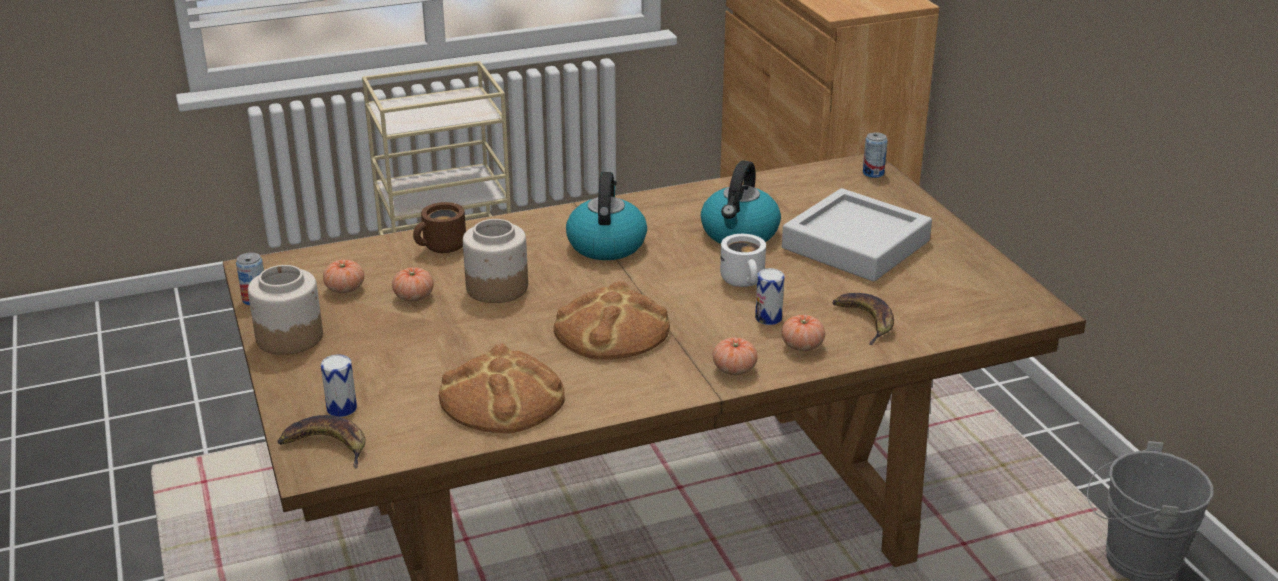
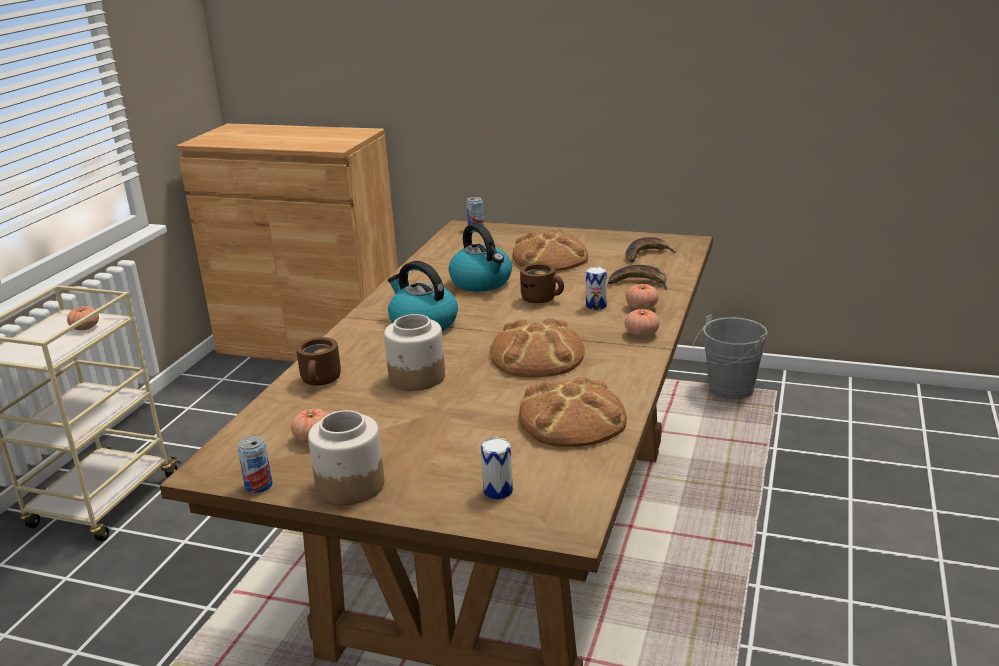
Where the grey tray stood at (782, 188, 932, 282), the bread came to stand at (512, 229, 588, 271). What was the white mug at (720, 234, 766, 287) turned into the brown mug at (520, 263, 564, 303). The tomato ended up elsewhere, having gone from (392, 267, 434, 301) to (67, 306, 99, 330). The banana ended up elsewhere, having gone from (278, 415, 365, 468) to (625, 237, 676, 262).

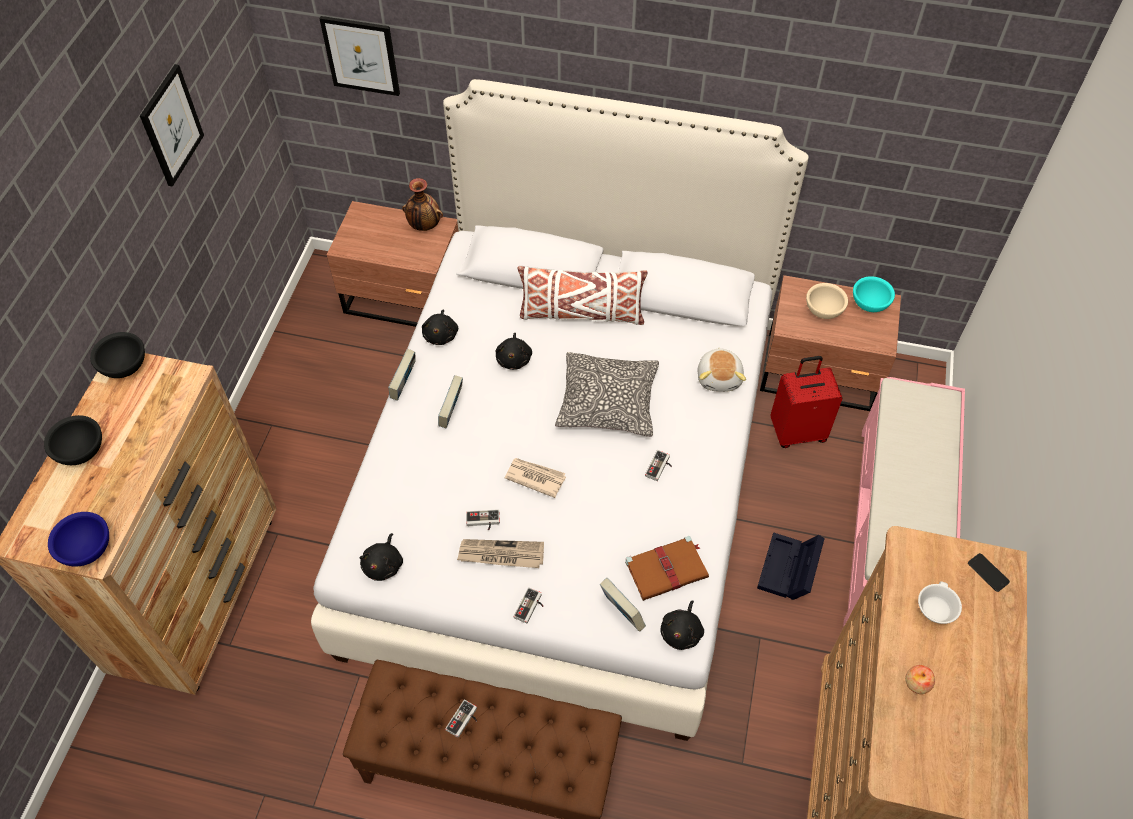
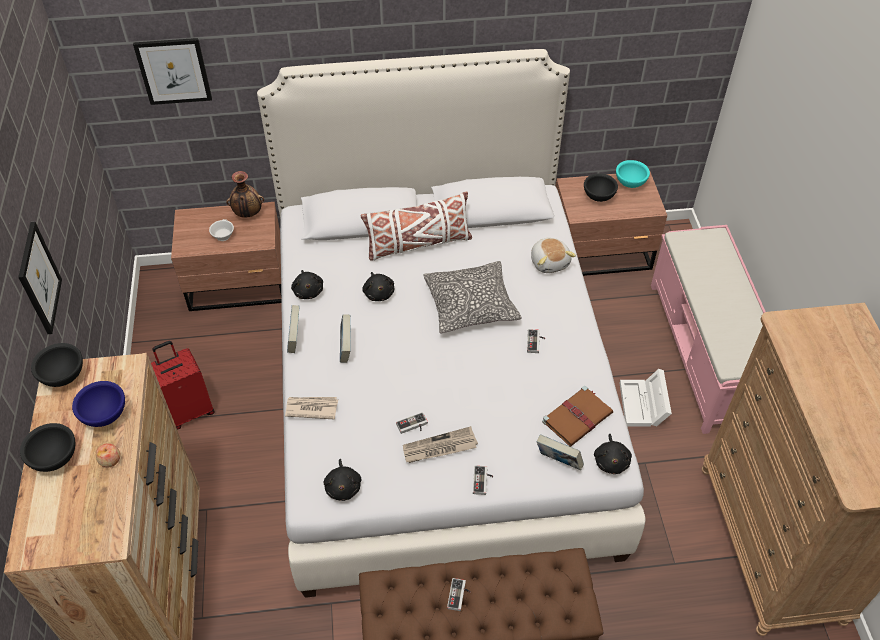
The picture ended up elsewhere, having gone from (140, 64, 204, 187) to (18, 222, 62, 334). What was the beige bowl at (806, 283, 848, 319) turned into the black bowl at (584, 173, 618, 202). The red suitcase ended up elsewhere, having gone from (770, 356, 843, 448) to (151, 341, 215, 430). The newspaper ended up elsewhere, having gone from (504, 458, 566, 498) to (285, 397, 338, 420). The blue bowl ended up elsewhere, having gone from (48, 512, 109, 567) to (72, 381, 125, 427). What was the black storage box at (757, 532, 825, 600) turned into the white storage box at (619, 369, 672, 427). The second view lost the phone at (968, 553, 1010, 592). The white cup ended up elsewhere, having gone from (918, 581, 962, 624) to (209, 219, 234, 241). The apple ended up elsewhere, having gone from (905, 665, 935, 694) to (96, 443, 120, 467).

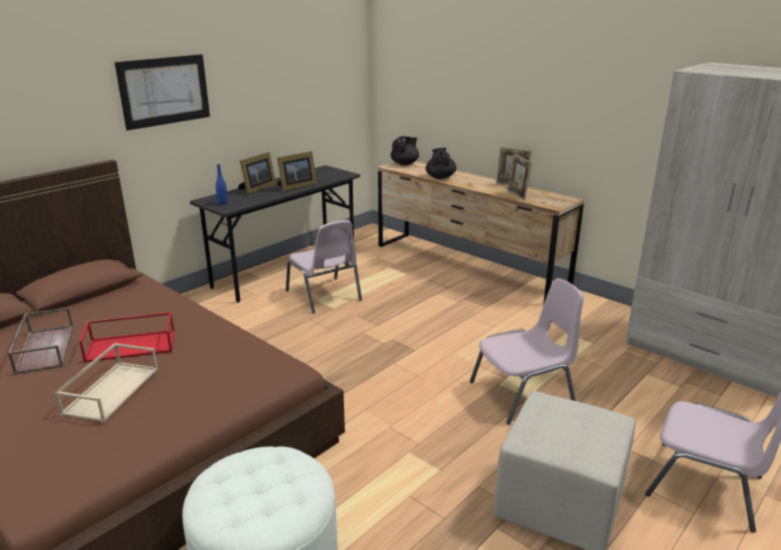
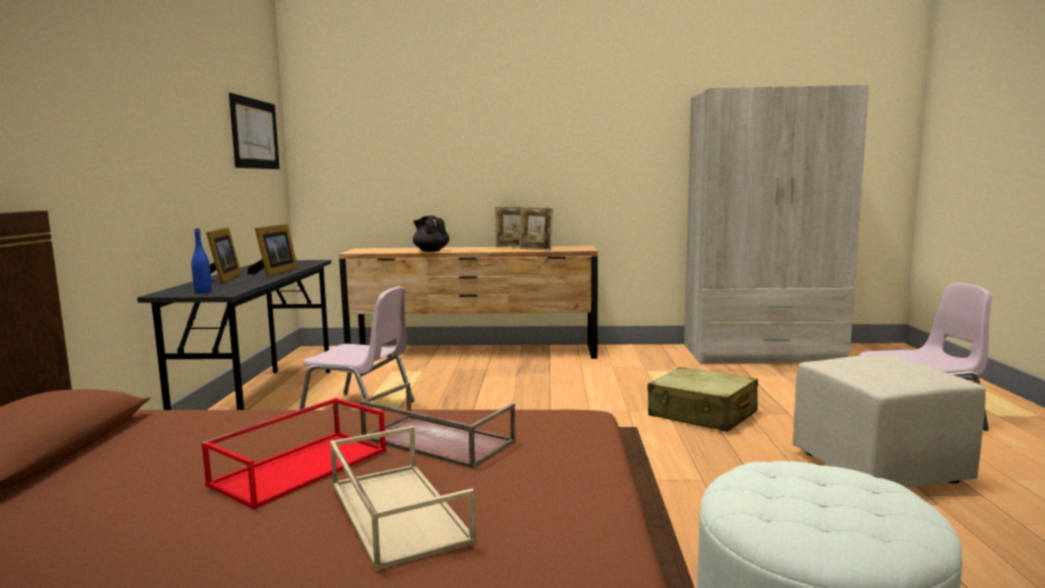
The picture ended up elsewhere, having gone from (115, 54, 210, 130) to (229, 93, 280, 169). The second view lost the black teapot at (391, 136, 419, 165). Where the pink chair stood at (470, 278, 584, 425), the beige suitcase came to stand at (648, 367, 758, 432). The brown tray ended up elsewhere, having gone from (8, 308, 74, 374) to (359, 383, 516, 469).

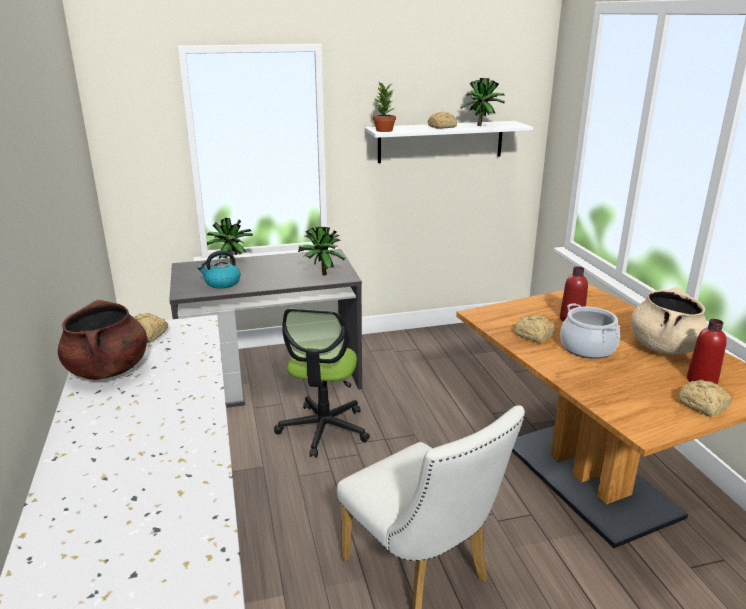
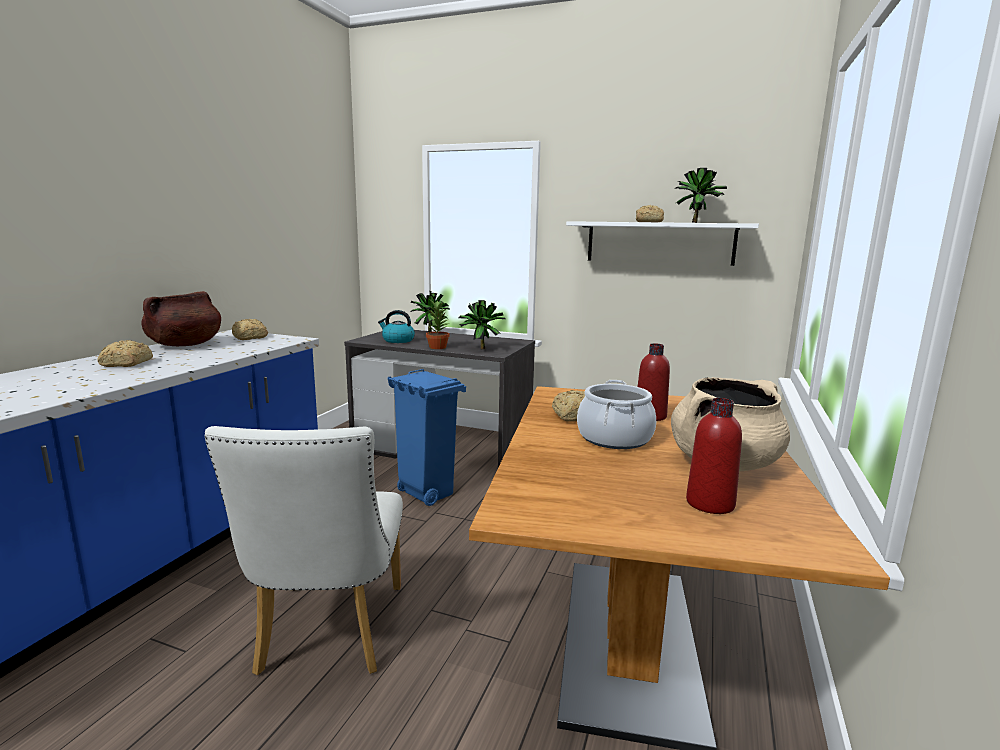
The potted plant ended up elsewhere, having gone from (373, 82, 396, 132) to (426, 301, 449, 349). Where the office chair stood at (274, 309, 370, 458), the blue trash can came to stand at (387, 369, 466, 506). The bread ended up elsewhere, having gone from (678, 380, 732, 416) to (97, 340, 153, 367).

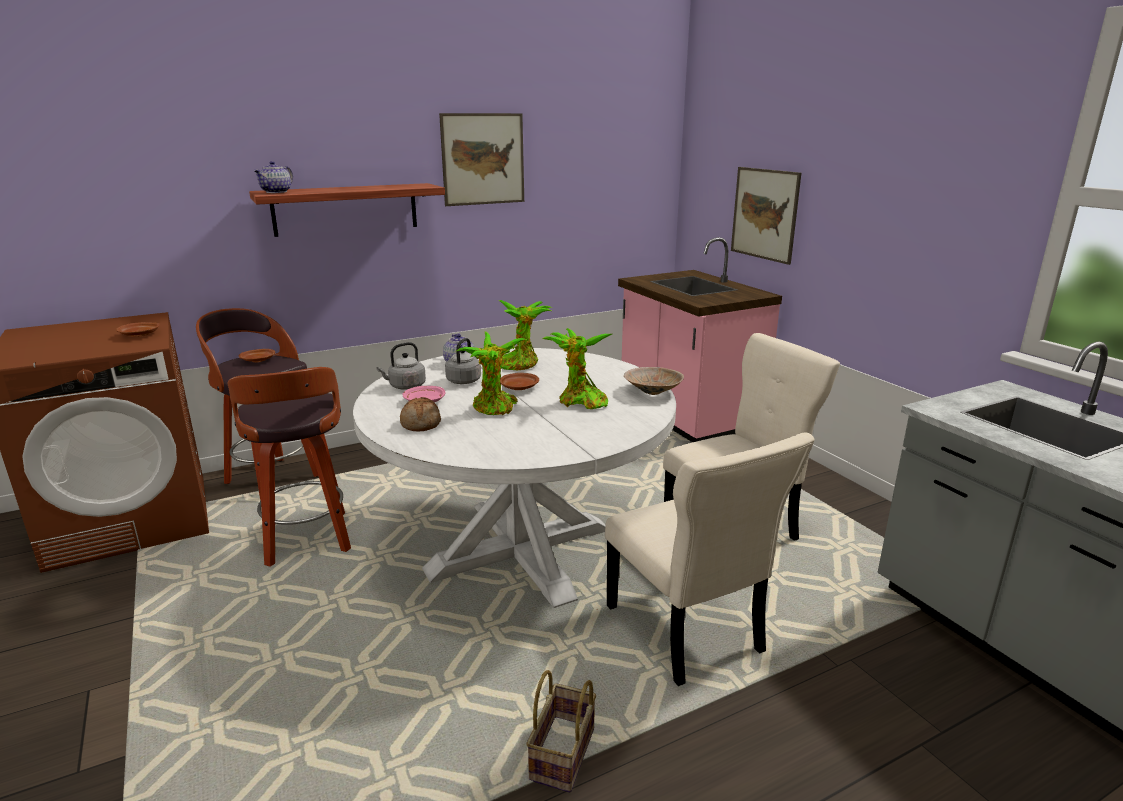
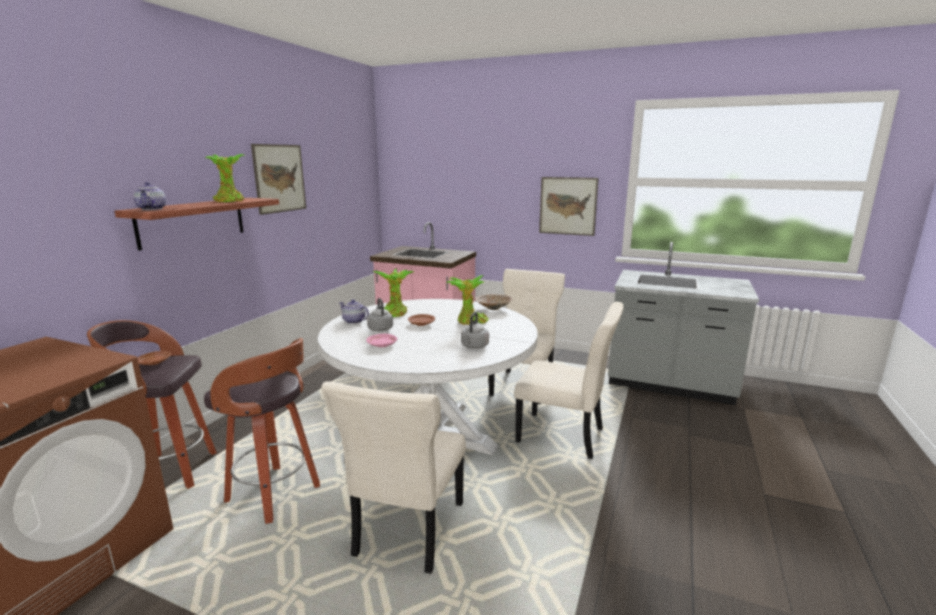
The picture ended up elsewhere, having gone from (731, 167, 801, 265) to (539, 177, 599, 236). The second view lost the brown plate at (116, 322, 160, 337). The potted plant ended up elsewhere, having gone from (457, 332, 528, 415) to (205, 154, 244, 202). The grey kettle ended up elsewhere, having gone from (377, 342, 426, 390) to (461, 312, 489, 349). The second view lost the bread at (400, 397, 441, 431). The second view lost the basket at (526, 670, 596, 792). The second view gained the beige chair at (321, 381, 466, 574).

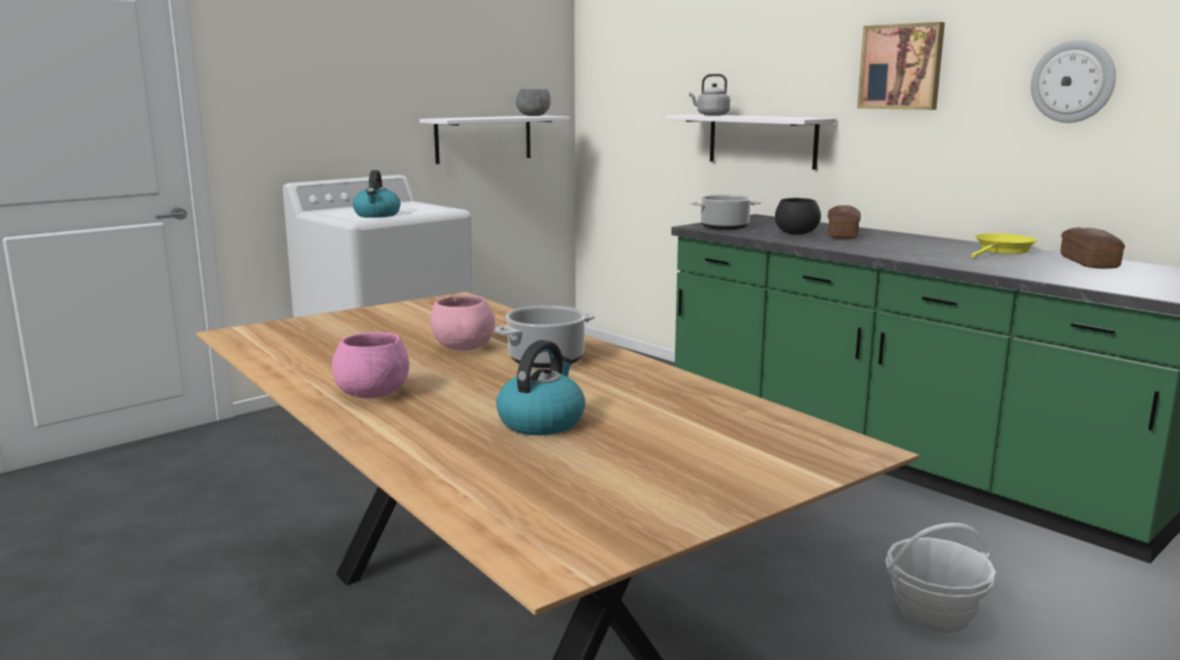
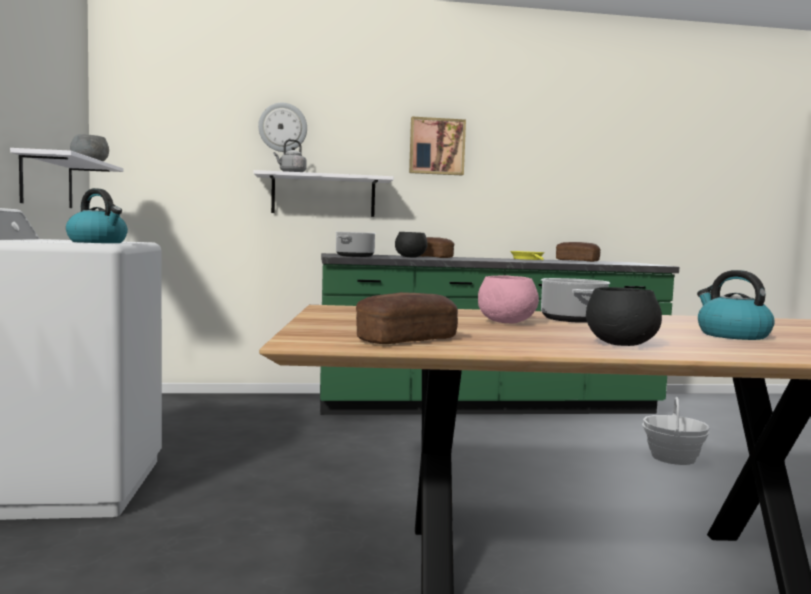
The wall clock ended up elsewhere, having gone from (1031, 40, 1116, 123) to (258, 103, 307, 152). What was the pink bowl at (332, 332, 409, 398) turned into the black bowl at (586, 287, 662, 346). The second view gained the bread at (356, 292, 458, 344).

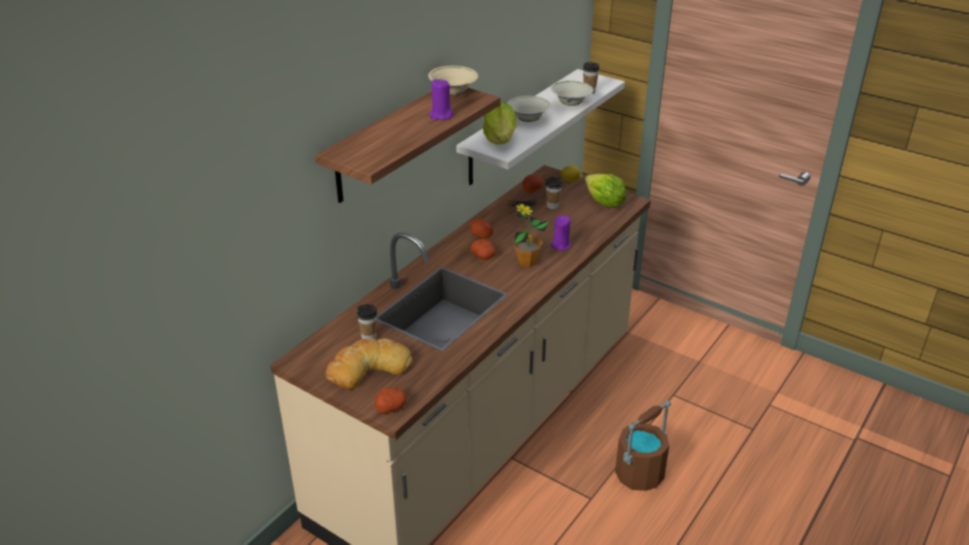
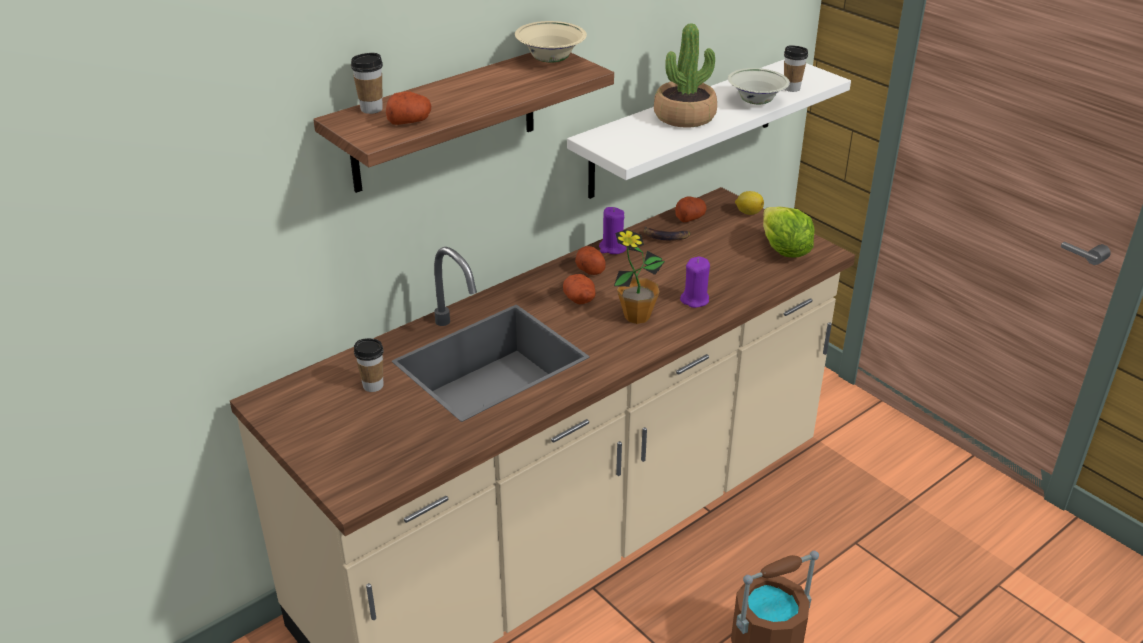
The purple candle ended up elsewhere, having gone from (429, 79, 453, 120) to (599, 207, 626, 254). Where the white bowl stood at (507, 96, 551, 122), the potted plant came to stand at (654, 23, 717, 128). The second view lost the lettuce at (483, 102, 517, 144). The cup ended up elsewhere, having gone from (545, 177, 562, 209) to (351, 53, 383, 114). The second view lost the bread at (326, 338, 413, 390). The potato ended up elsewhere, having gone from (375, 387, 406, 414) to (386, 91, 431, 125).

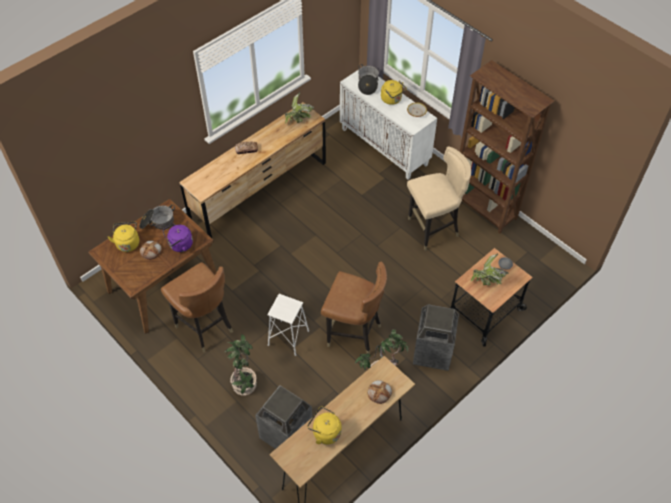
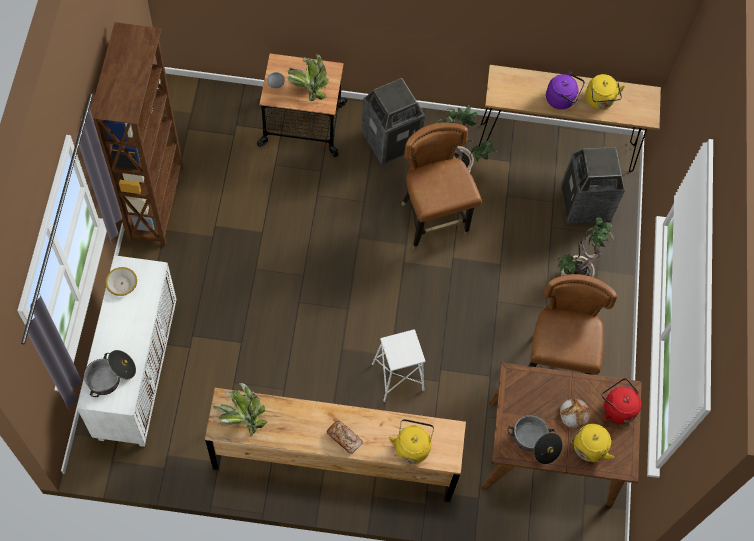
The yellow kettle ended up elsewhere, having gone from (381, 80, 407, 105) to (389, 419, 434, 464). The second view lost the beige chair at (407, 146, 471, 251). The purple kettle ended up elsewhere, having gone from (163, 224, 193, 252) to (546, 71, 585, 110). The white stool ended up elsewhere, having gone from (267, 294, 309, 356) to (372, 329, 426, 402). The second view lost the bread at (367, 380, 392, 404). The second view gained the red kettle at (601, 378, 641, 424).

